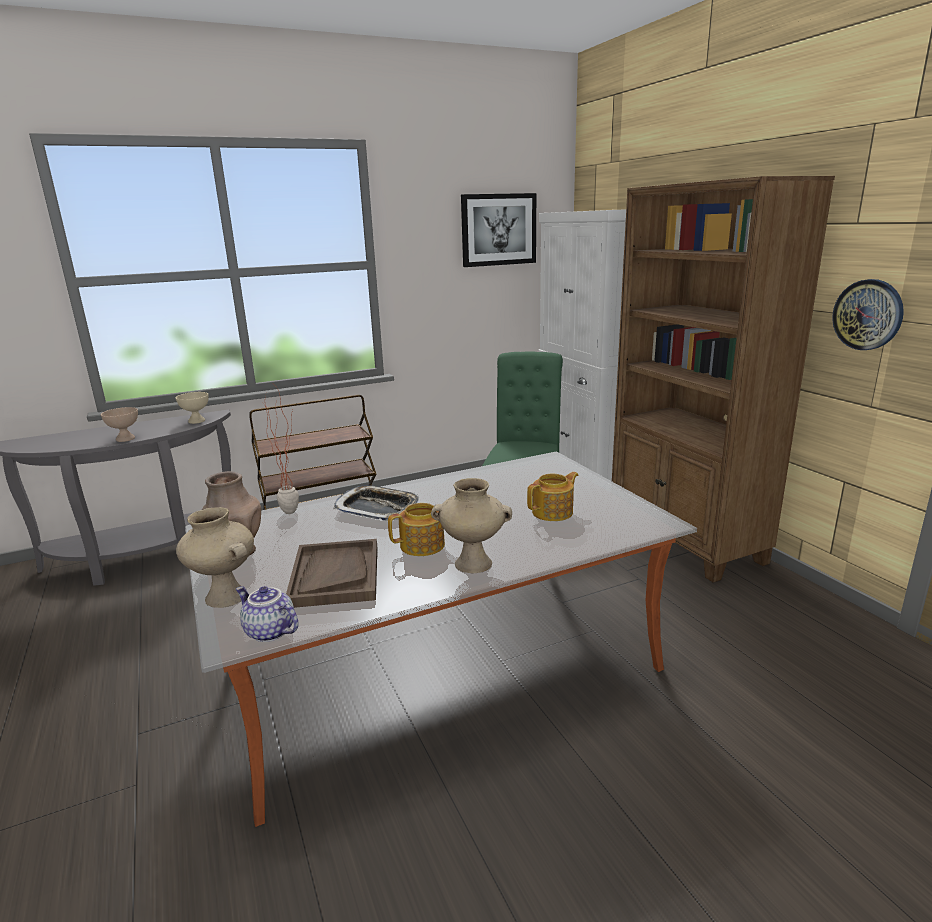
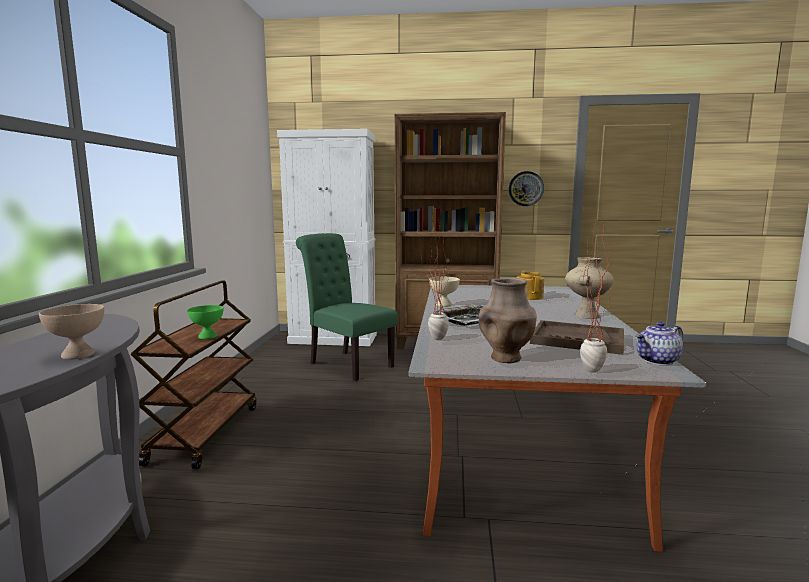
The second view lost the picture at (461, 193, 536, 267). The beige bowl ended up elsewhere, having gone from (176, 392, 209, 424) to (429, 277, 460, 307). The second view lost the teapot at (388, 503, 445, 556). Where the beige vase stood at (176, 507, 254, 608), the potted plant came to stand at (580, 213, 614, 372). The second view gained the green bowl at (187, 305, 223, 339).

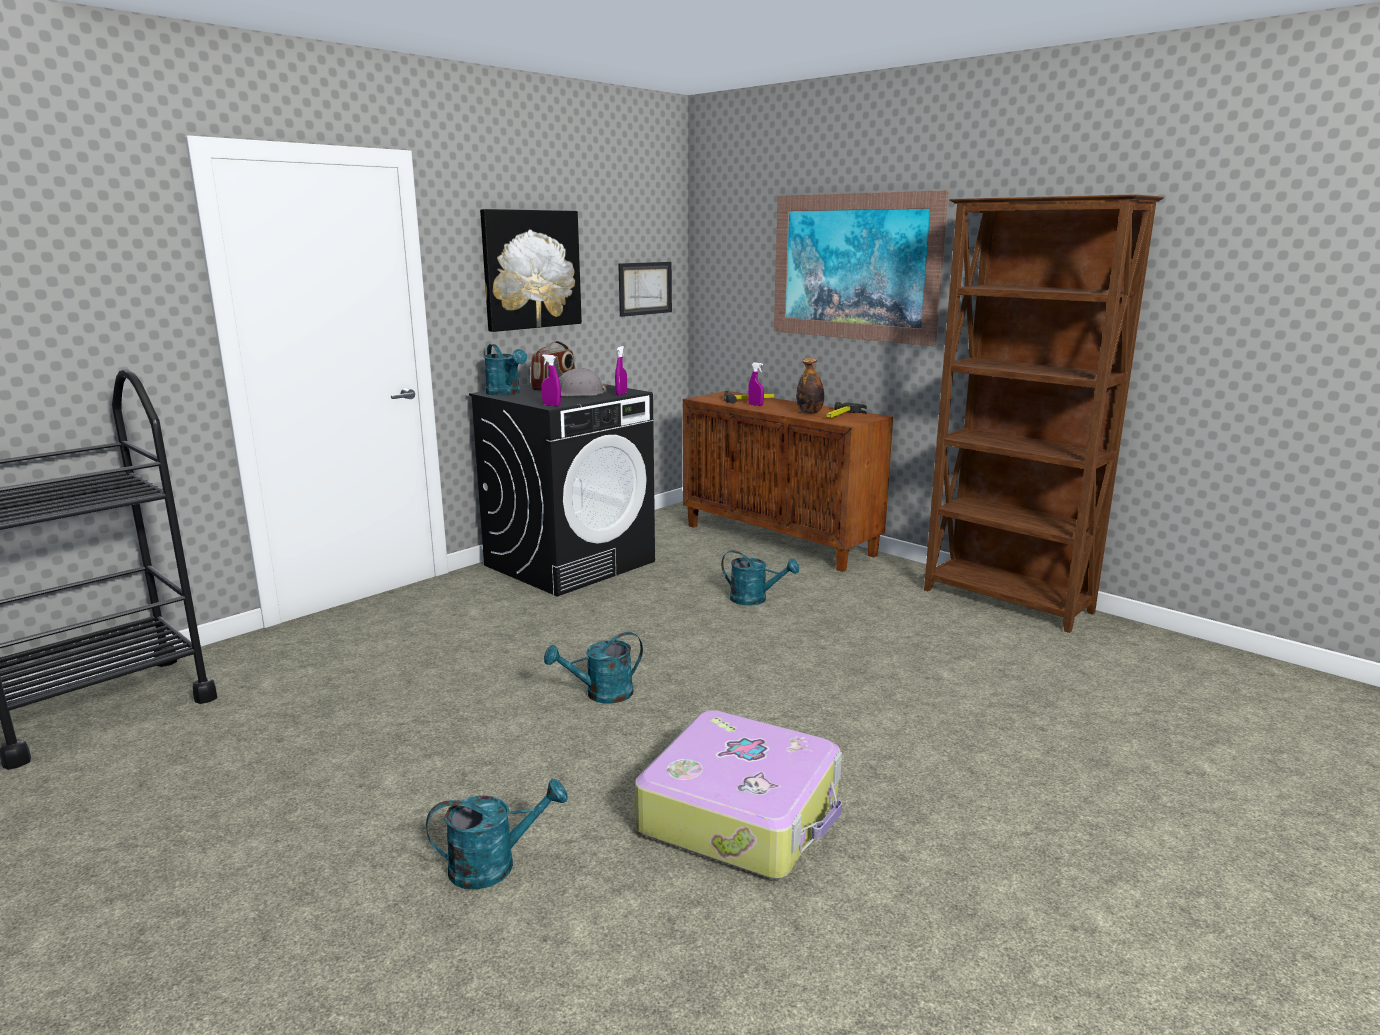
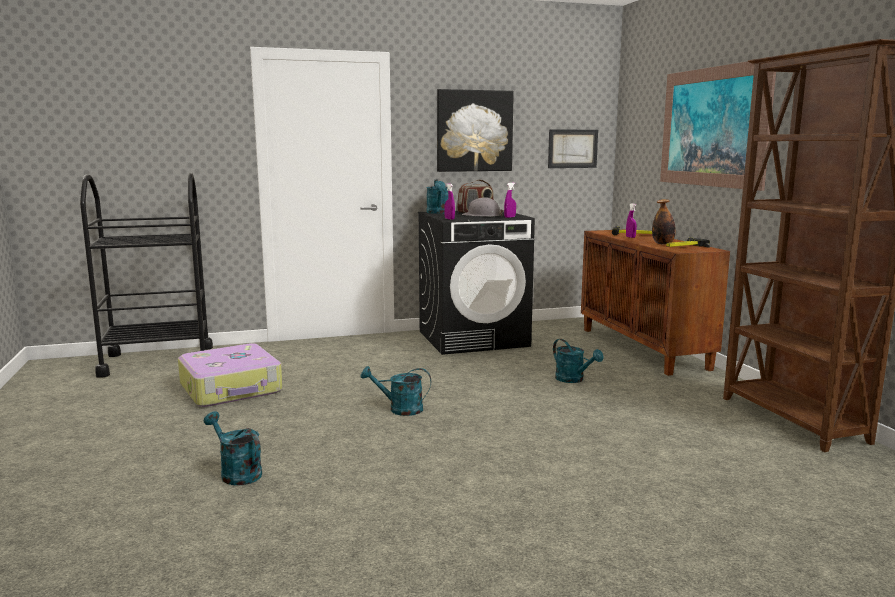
The suitcase ended up elsewhere, having gone from (635, 710, 842, 879) to (178, 343, 283, 407). The turquoise watering can at (426, 779, 568, 890) ended up facing another way, 150 degrees counterclockwise from before.

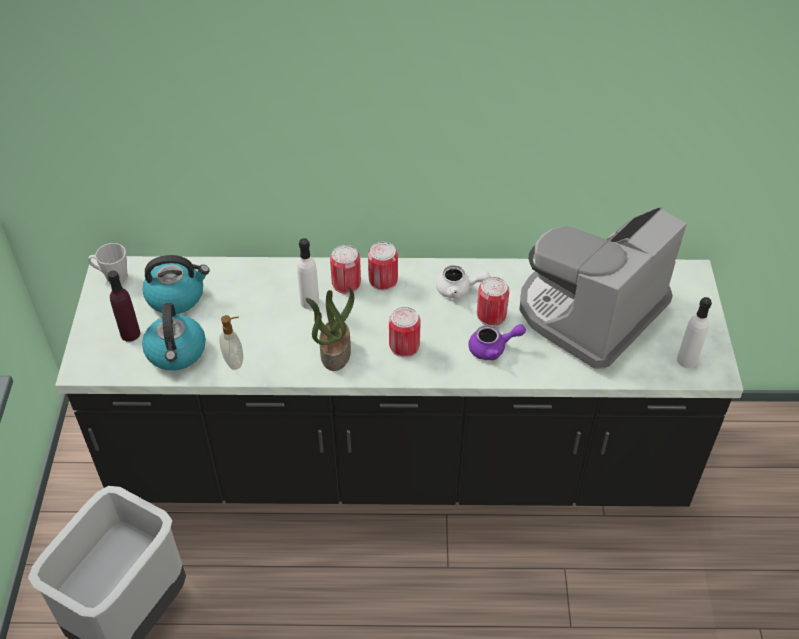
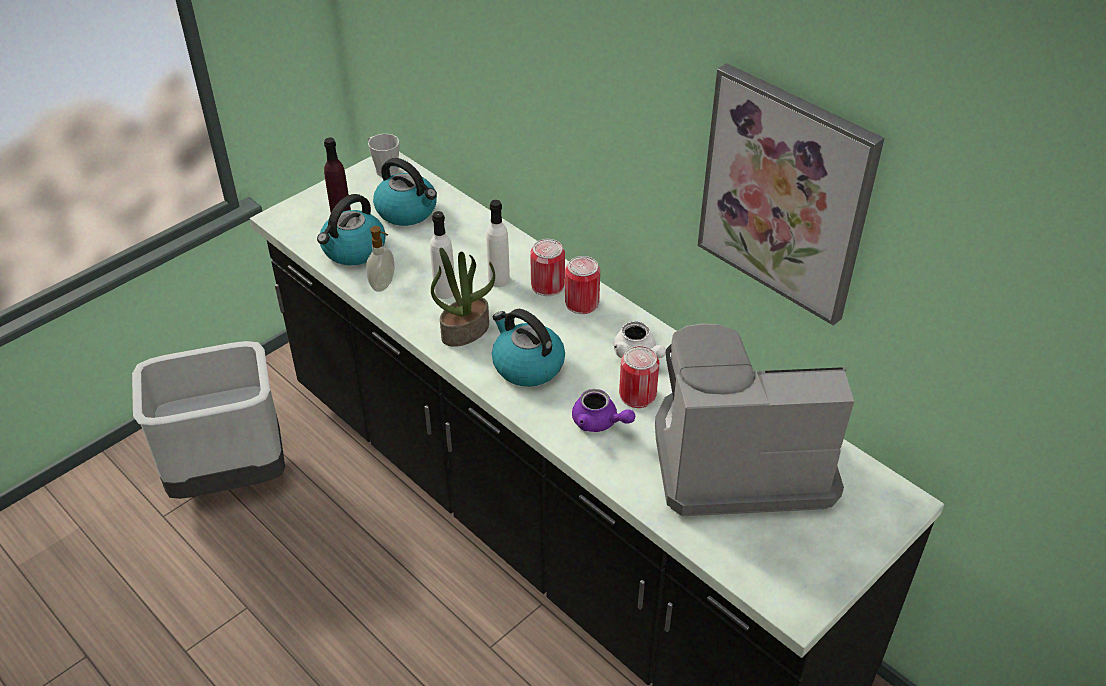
The white bottle ended up elsewhere, having gone from (677, 297, 712, 368) to (430, 211, 455, 299). Where the can stood at (389, 307, 421, 357), the kettle came to stand at (492, 309, 565, 387). The second view gained the picture at (698, 63, 884, 326).

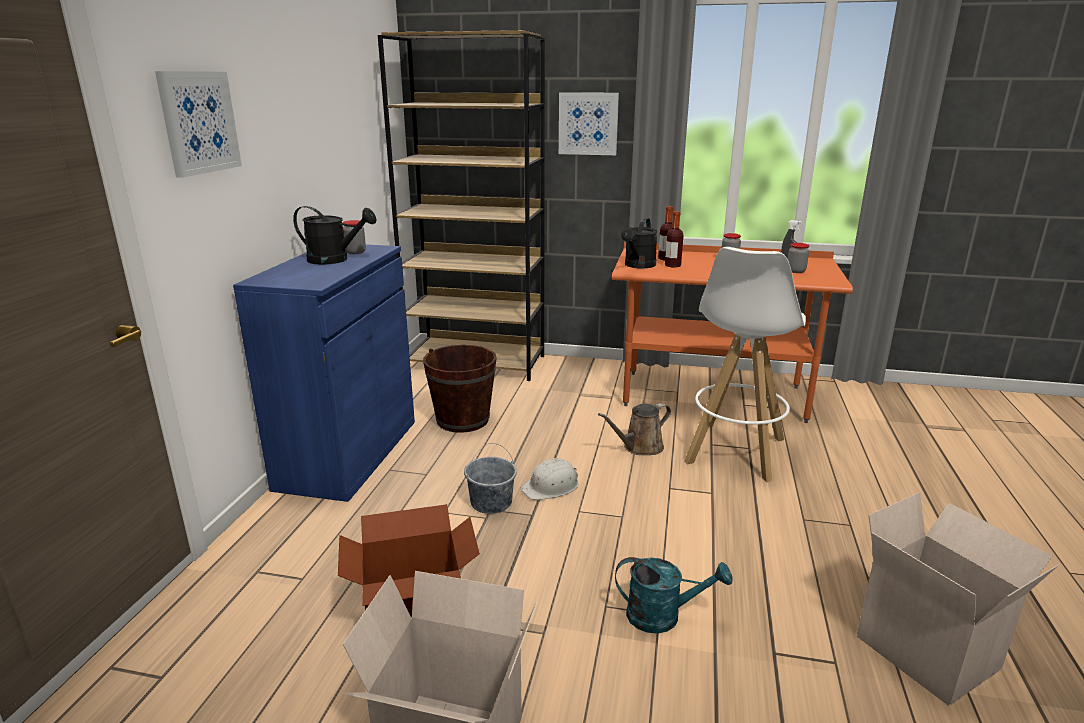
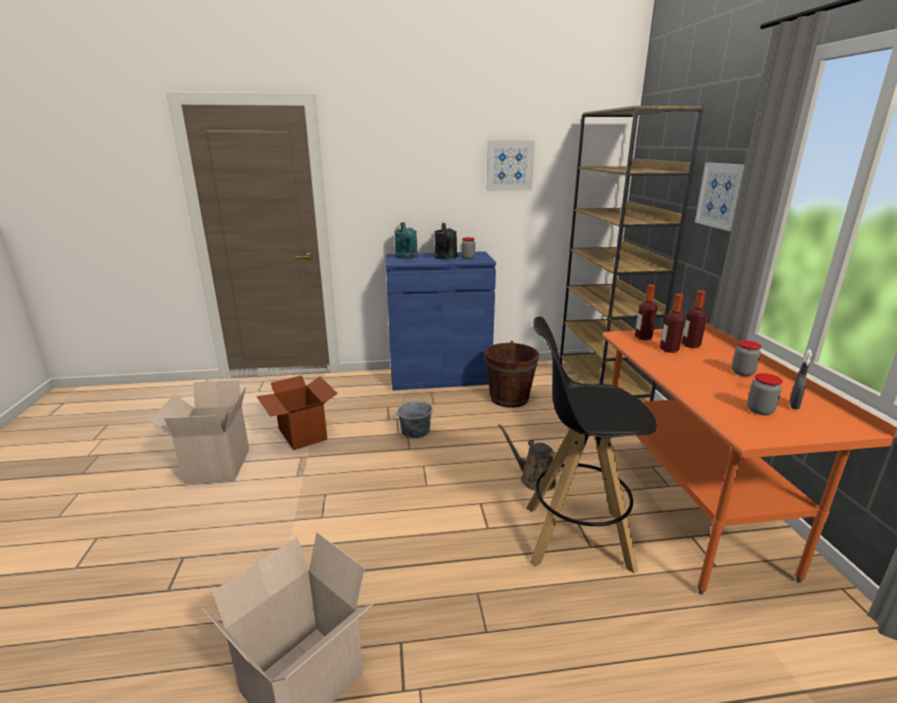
The picture ended up elsewhere, having gone from (155, 71, 242, 178) to (486, 141, 535, 191). Where the black watering can stood at (621, 218, 657, 268), the bottle came to stand at (635, 284, 657, 340). What was the white stool at (684, 247, 806, 482) turned into the black stool at (526, 316, 656, 573). The second view lost the white hard hat at (521, 458, 579, 500). The turquoise watering can ended up elsewhere, having gone from (615, 557, 733, 634) to (394, 222, 418, 259).

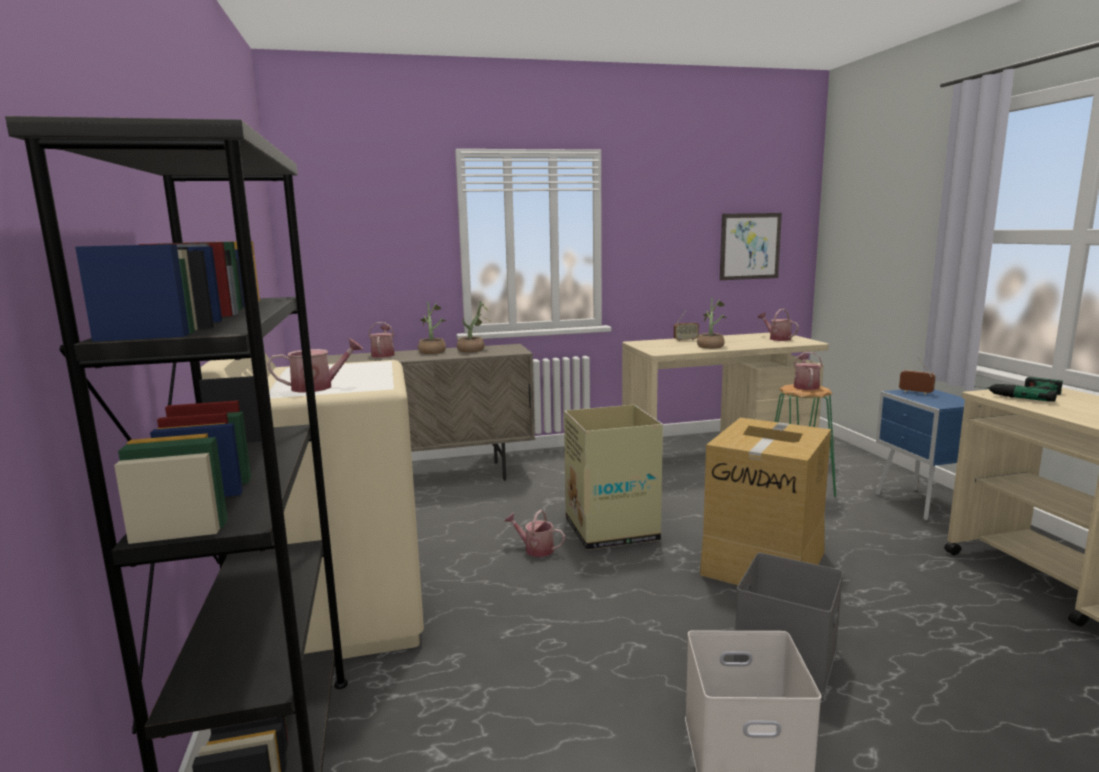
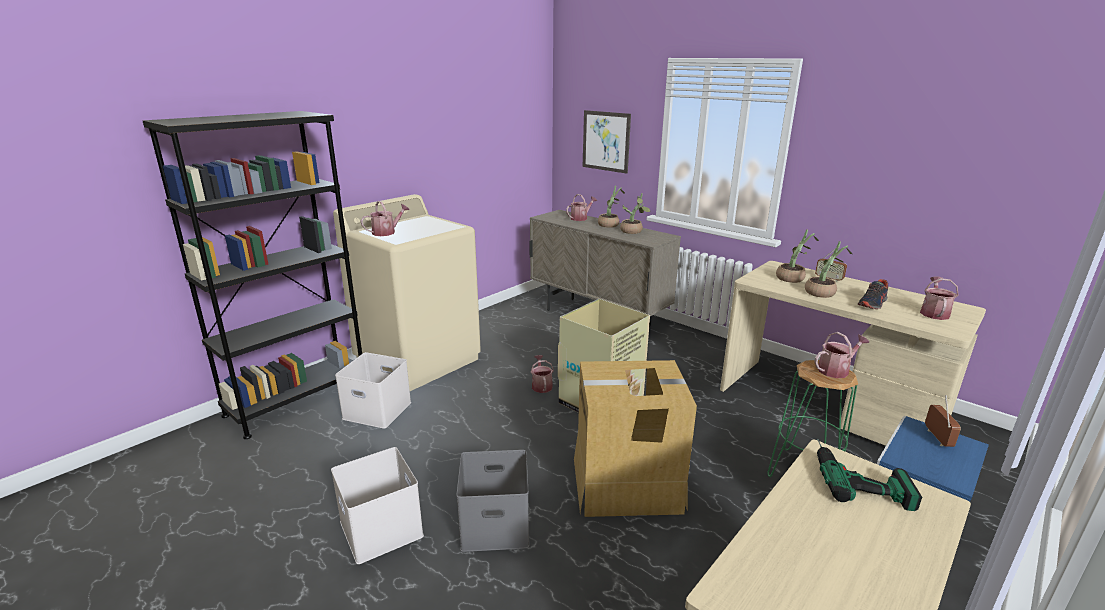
The picture ended up elsewhere, having gone from (720, 213, 782, 280) to (583, 110, 631, 174). The watering can at (267, 338, 364, 393) ended up facing another way, 75 degrees counterclockwise from before. The second view gained the potted plant at (776, 230, 819, 283). The second view gained the shoe at (858, 279, 888, 309). The second view gained the white storage box at (335, 352, 411, 429).

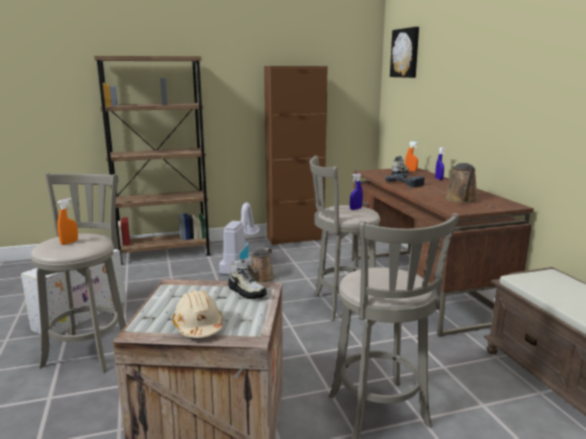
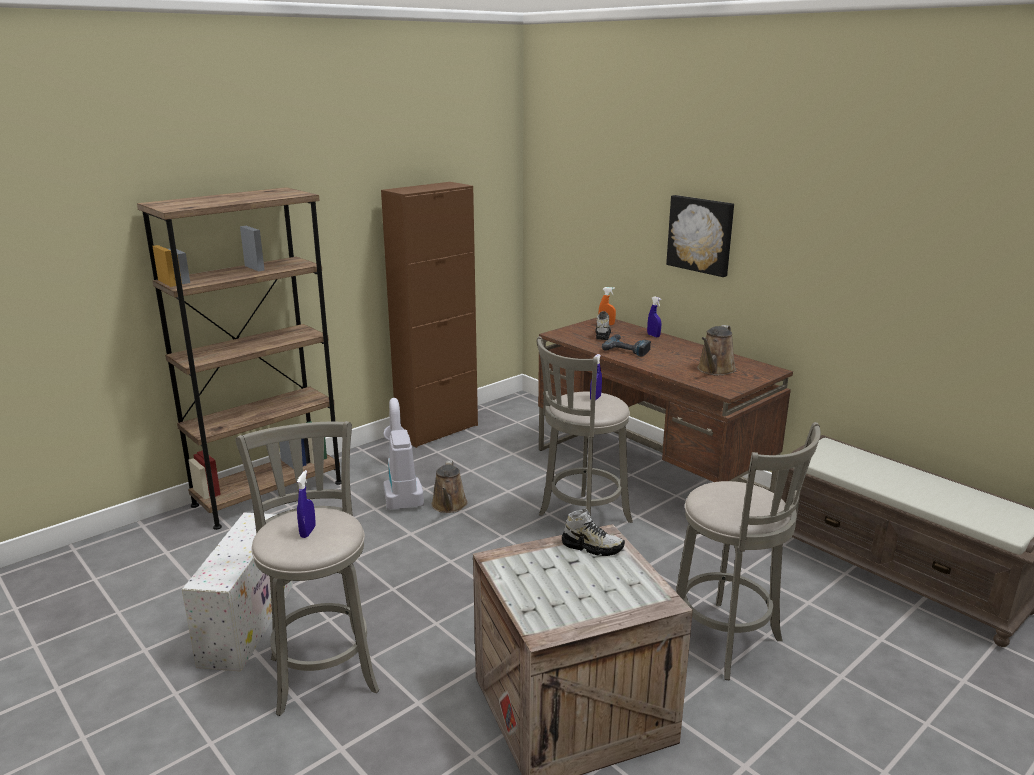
The picture ended up elsewhere, having gone from (390, 27, 419, 78) to (666, 195, 734, 277). The brown watering can at (445, 163, 478, 203) ended up facing another way, 45 degrees clockwise from before. What was the orange spray bottle at (57, 198, 78, 245) turned into the blue spray bottle at (297, 470, 315, 538). The second view lost the beige hard hat at (172, 290, 223, 338).

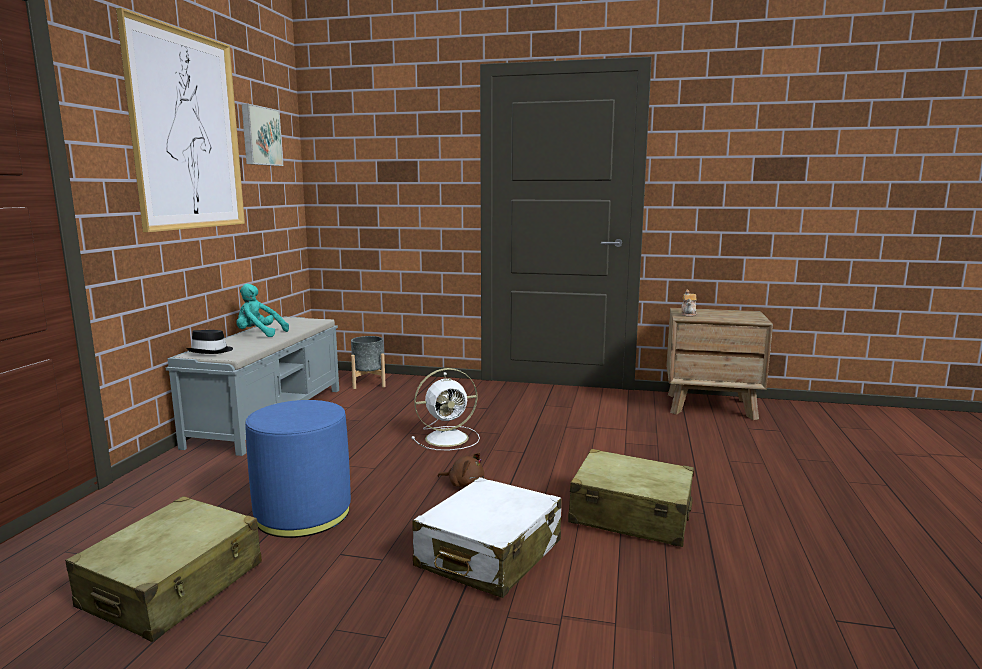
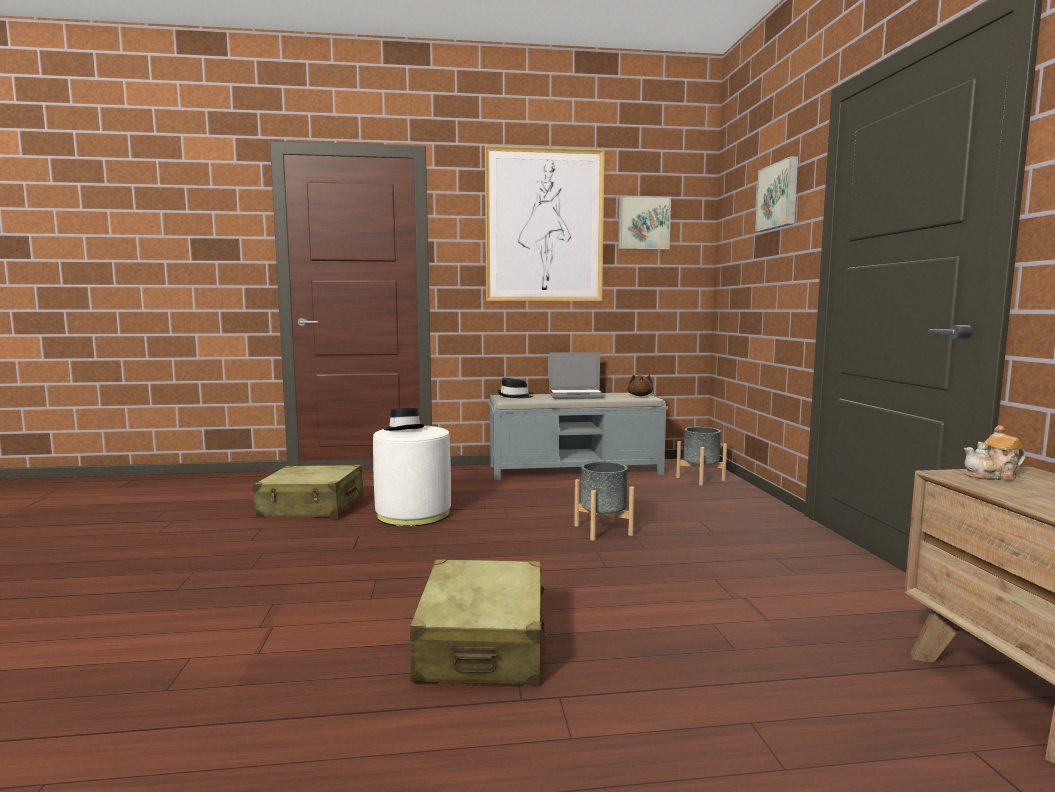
Where the turquoise plush toy stood at (236, 284, 289, 337), the laptop came to stand at (549, 352, 606, 399). Where the white fan stood at (412, 368, 480, 450), the grey planter came to stand at (574, 462, 635, 540). What was the blue ottoman at (245, 400, 351, 538) turned into the white ottoman at (373, 426, 451, 526). The brown plush toy ended up elsewhere, having gone from (438, 453, 484, 487) to (627, 375, 653, 396). The second view lost the white suitcase at (412, 477, 561, 598). The second view gained the picture at (755, 156, 798, 232). The second view gained the black hat at (384, 408, 425, 431).

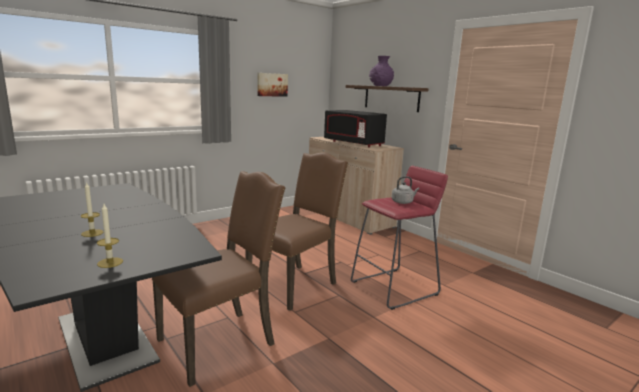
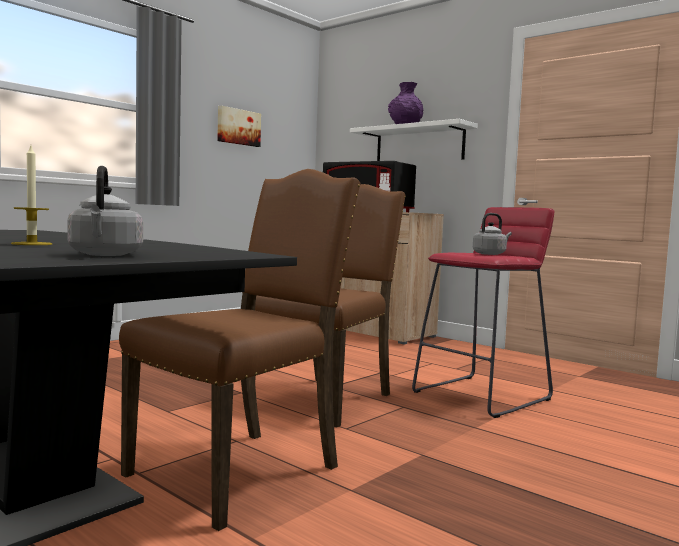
What was the brown shelf at (346, 85, 429, 112) turned into the white shelf at (350, 119, 478, 161). Where the candle stood at (97, 204, 123, 268), the grey kettle came to stand at (67, 166, 143, 256).

